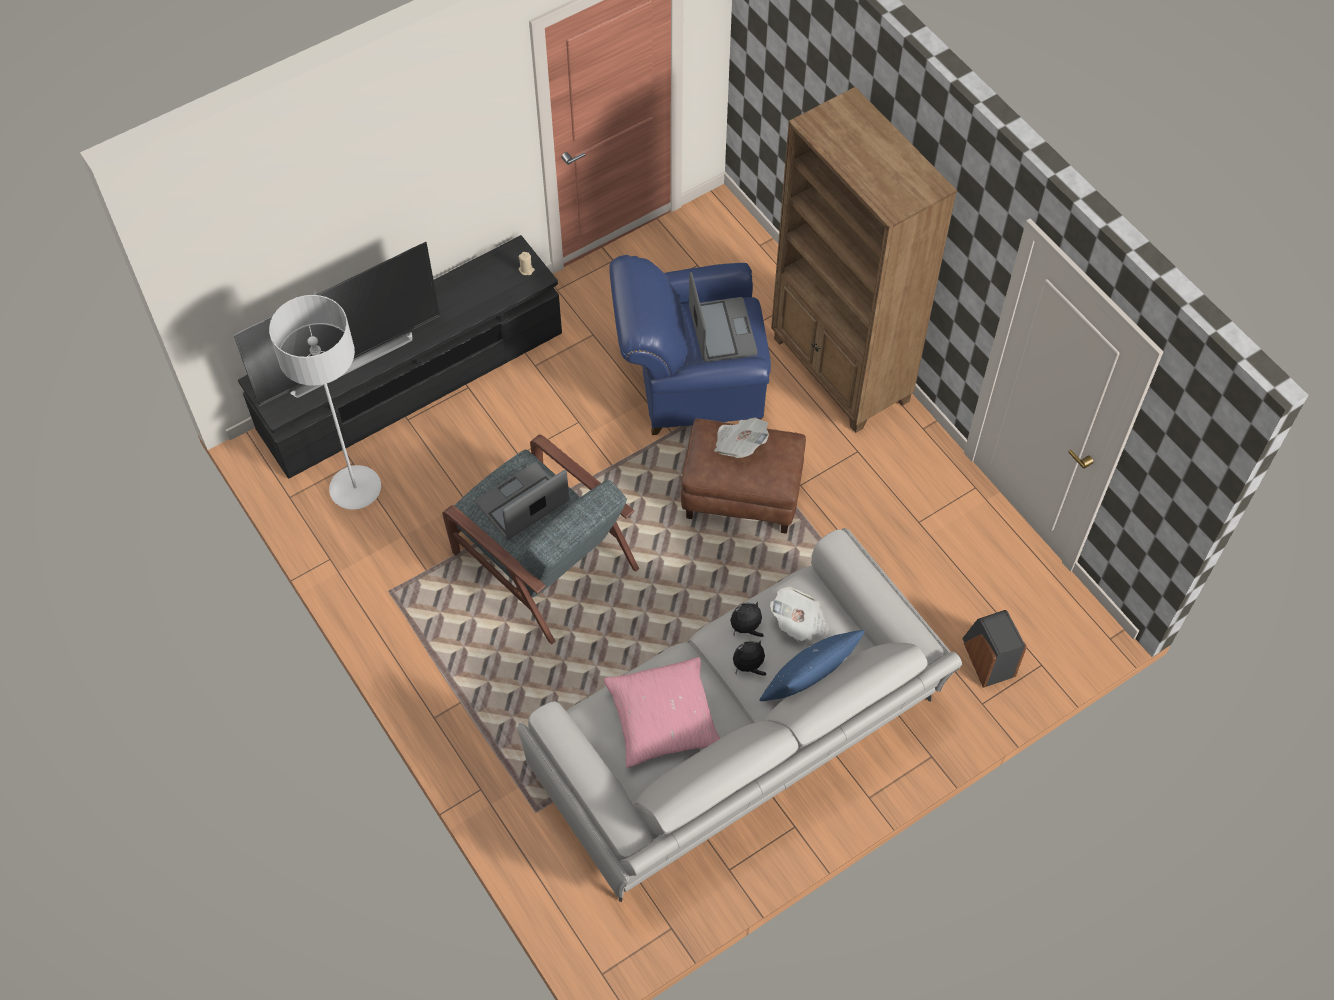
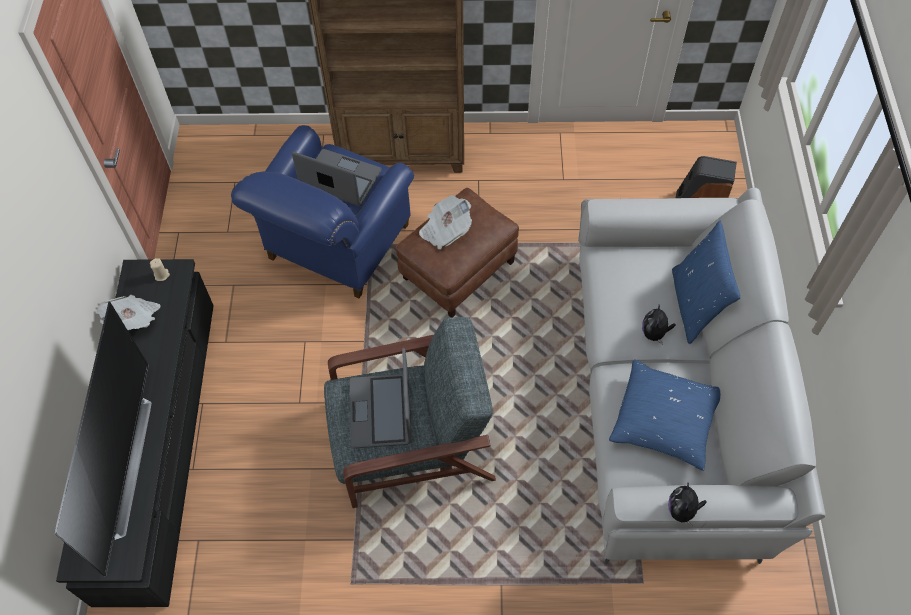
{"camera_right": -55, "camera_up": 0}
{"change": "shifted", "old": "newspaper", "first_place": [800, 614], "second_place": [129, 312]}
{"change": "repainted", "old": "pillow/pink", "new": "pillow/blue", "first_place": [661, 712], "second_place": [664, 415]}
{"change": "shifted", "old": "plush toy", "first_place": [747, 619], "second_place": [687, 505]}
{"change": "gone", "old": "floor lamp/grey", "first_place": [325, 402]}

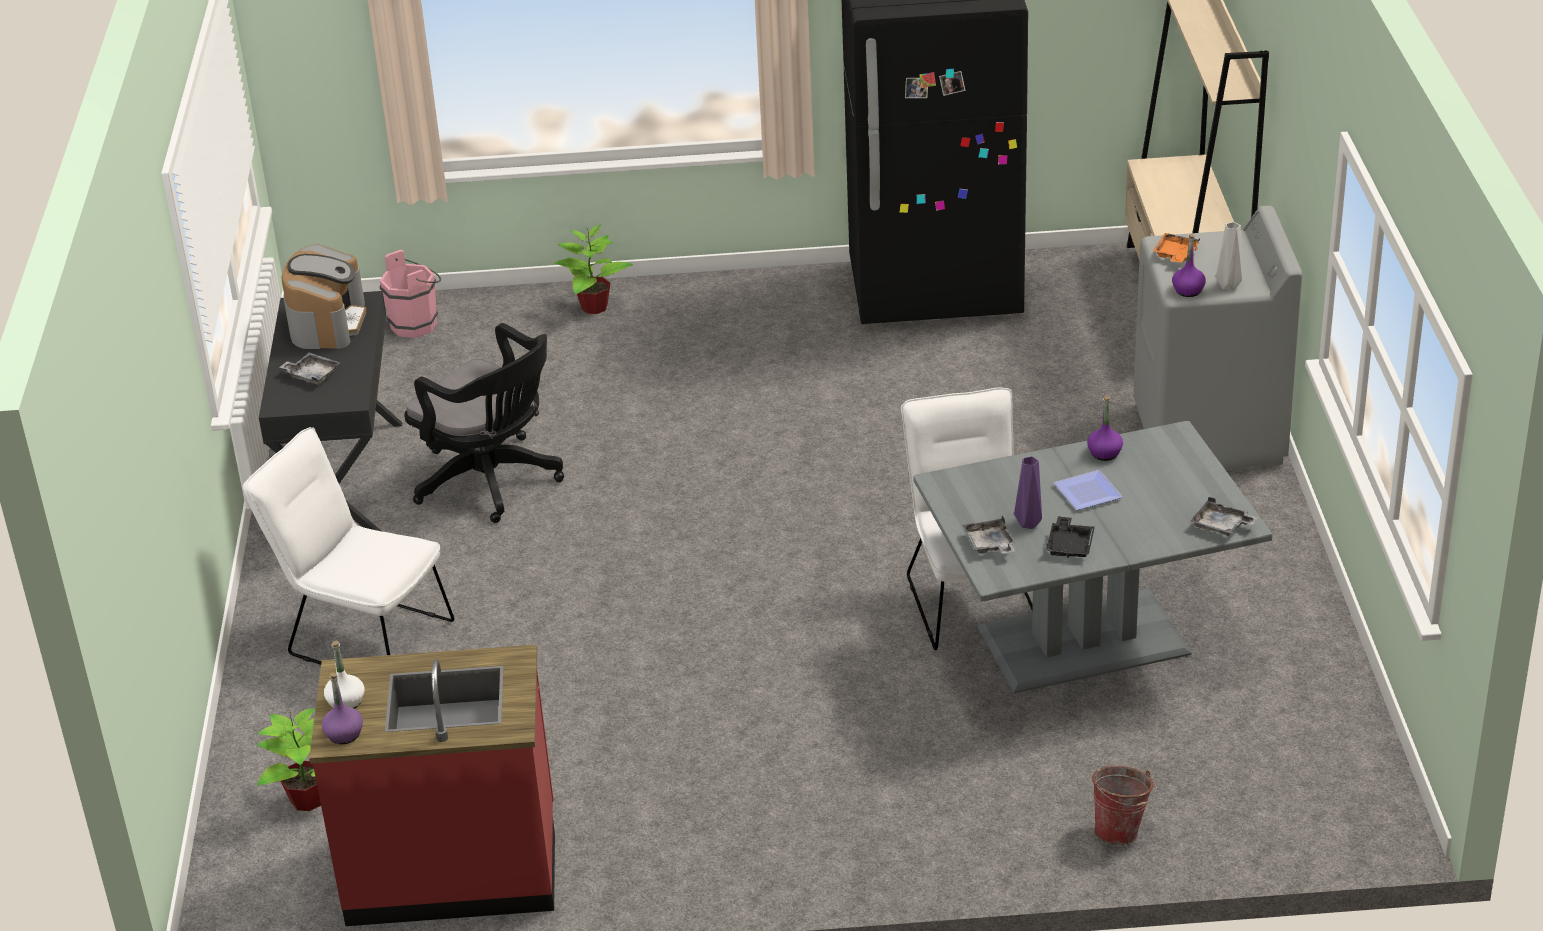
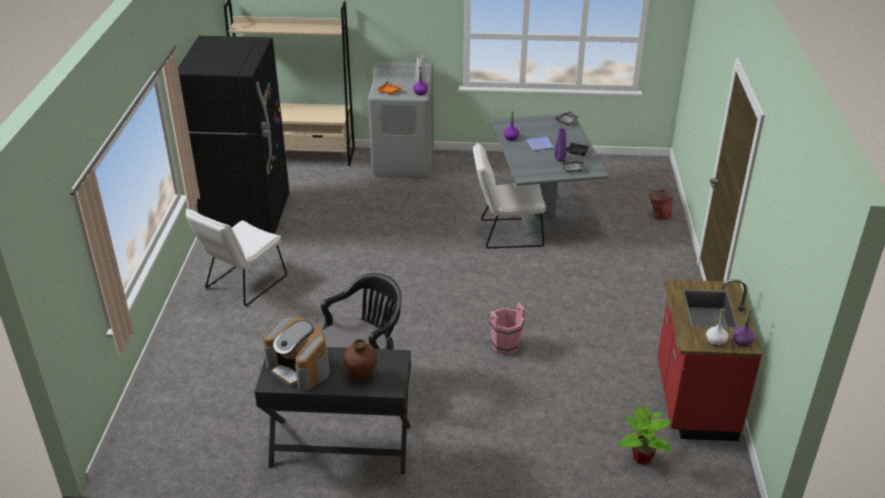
{"camera_right": -85, "camera_up": 0}
{"change": "shifted", "old": "chair/white", "first_place": [348, 546], "second_place": [236, 257]}
{"change": "rotated", "old": "coffee machine", "first_place": [323, 296], "second_place": [296, 353], "degrees": -150}
{"change": "swapped", "old": "tray/grey", "new": "vase/brown", "first_place": [310, 368], "second_place": [360, 359]}
{"change": "shifted", "old": "bucket/pink", "first_place": [410, 294], "second_place": [506, 329]}
{"change": "gone", "old": "potted plant", "first_place": [593, 269]}

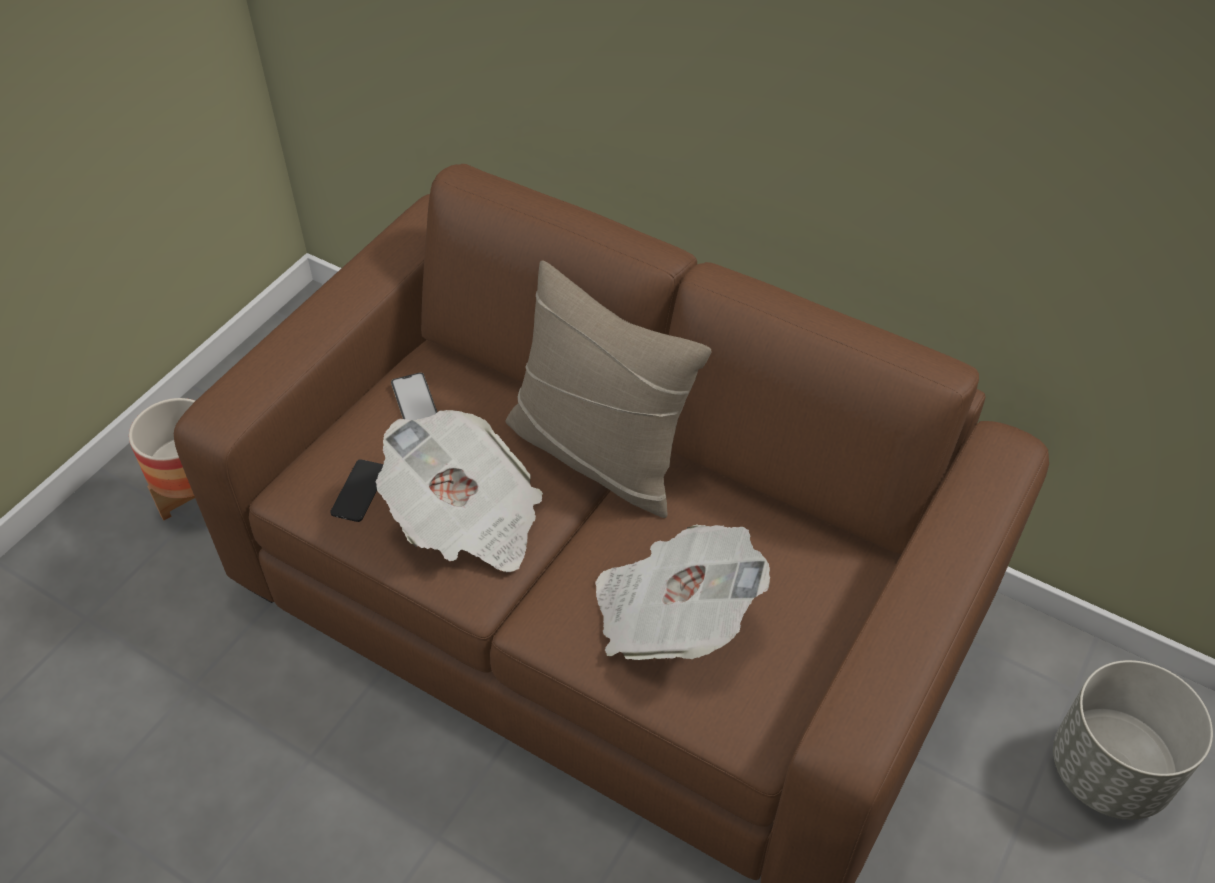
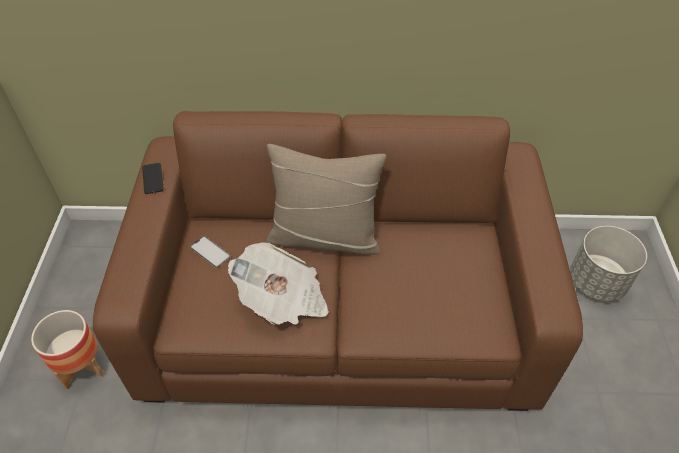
{"camera_right": -30, "camera_up": 0}
{"change": "shifted", "old": "phone", "first_place": [356, 490], "second_place": [153, 178]}
{"change": "gone", "old": "newspaper", "first_place": [682, 592]}

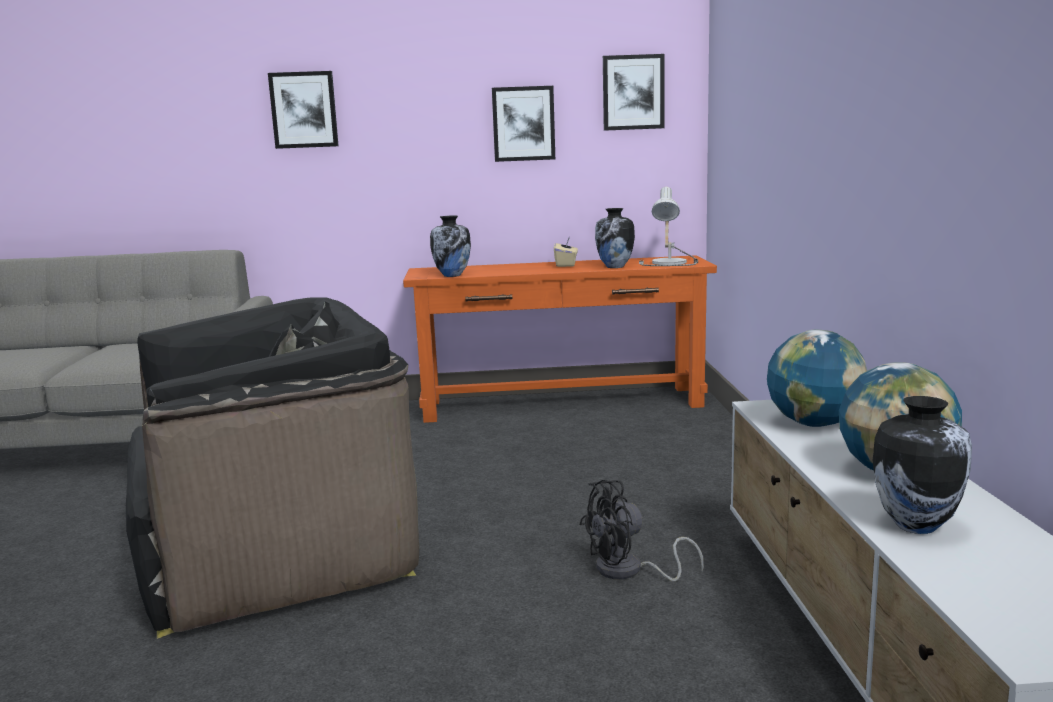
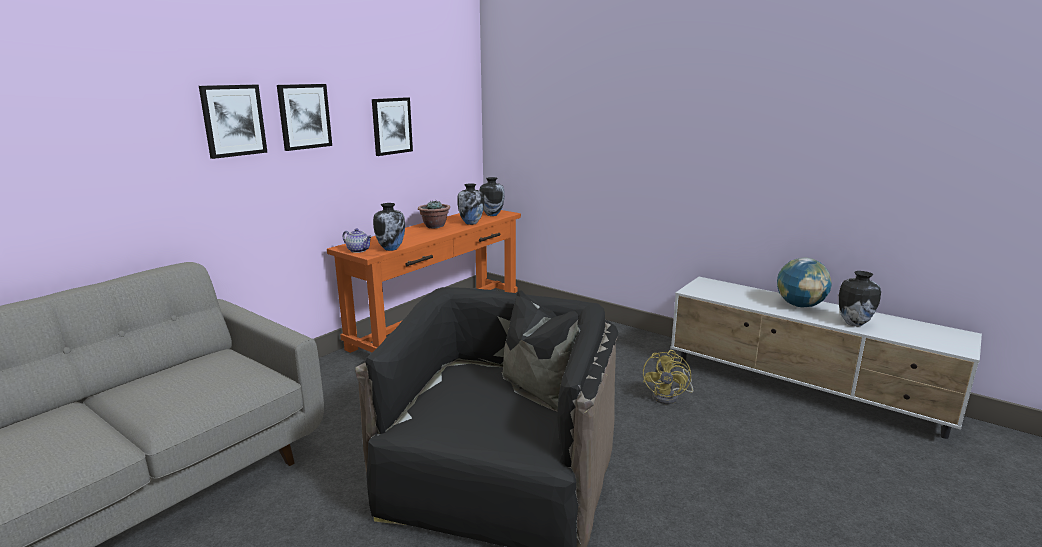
{"camera_right": -50, "camera_up": 5}
{"change": "shifted", "old": "picture", "first_place": [634, 92], "second_place": [304, 117]}
{"change": "new", "new": "teapot", "second_place": [357, 240]}
{"change": "swapped", "old": "tissue box/beige", "new": "potted plant", "first_place": [566, 252], "second_place": [434, 214]}
{"change": "swapped", "old": "table lamp", "new": "vase", "first_place": [668, 226], "second_place": [492, 196]}
{"change": "repainted", "old": "fan/black", "new": "fan/yellow", "first_place": [642, 530], "second_place": [668, 377]}
{"change": "gone", "old": "globe", "first_place": [817, 378]}

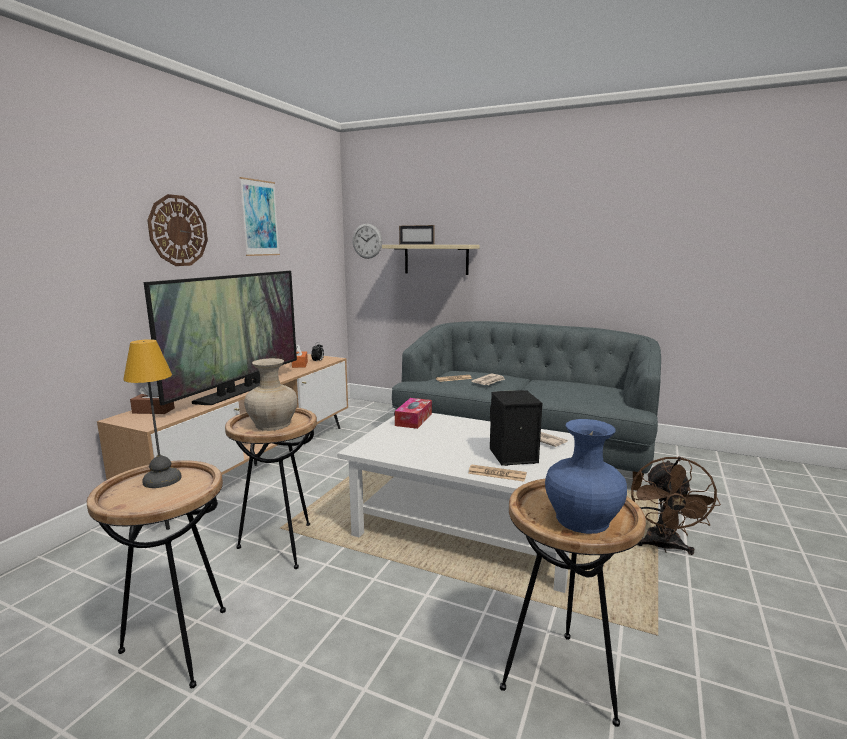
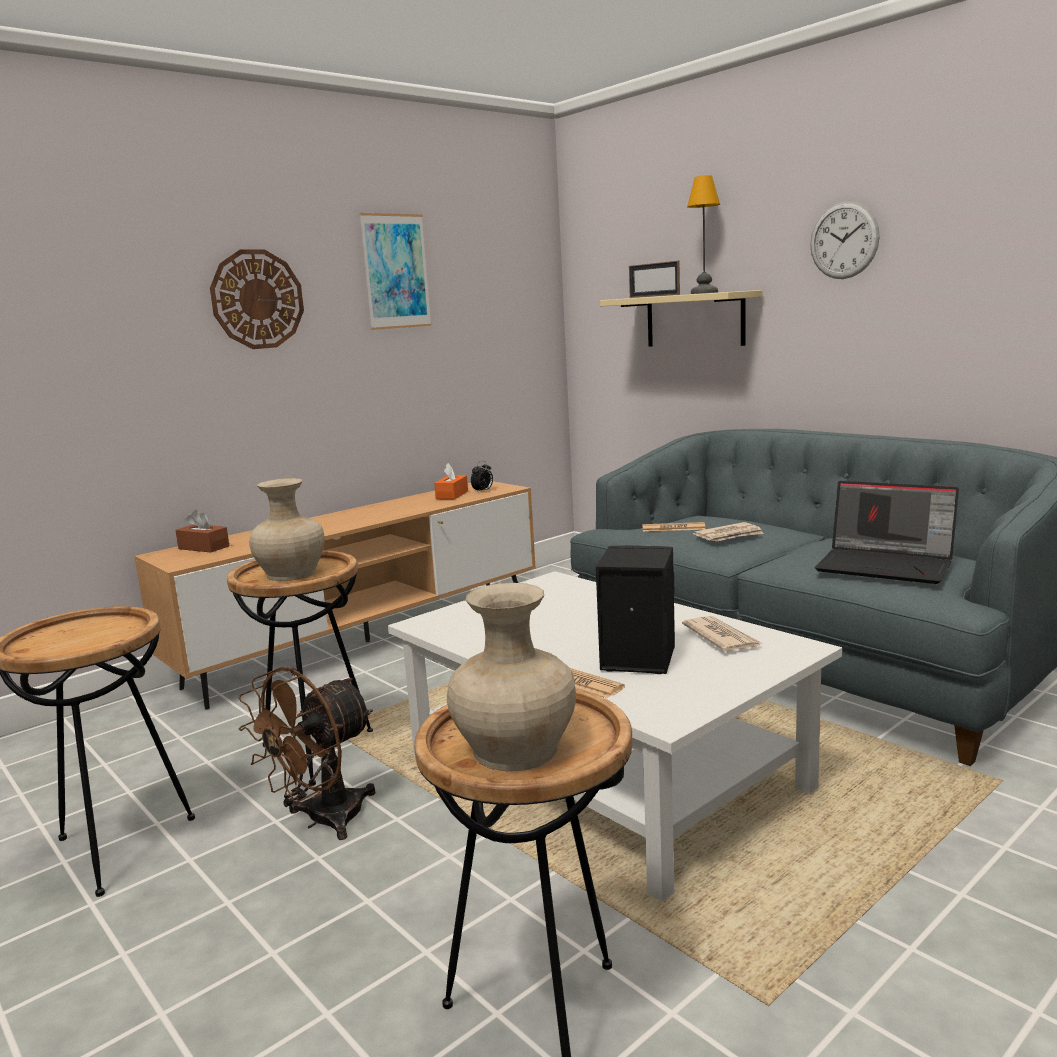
{"camera_right": 25, "camera_up": 0}
{"change": "shifted", "old": "fan/brown", "first_place": [676, 506], "second_place": [307, 753]}
{"change": "repainted", "old": "vase/blue", "new": "vase/beige", "first_place": [586, 476], "second_place": [511, 677]}
{"change": "shifted", "old": "table lamp", "first_place": [152, 413], "second_place": [703, 234]}
{"change": "shifted", "old": "wall clock", "first_place": [367, 241], "second_place": [845, 240]}
{"change": "new", "new": "laptop", "second_place": [887, 532]}
{"change": "gone", "old": "television", "first_place": [220, 338]}
{"change": "gone", "old": "tissue box", "first_place": [413, 413]}

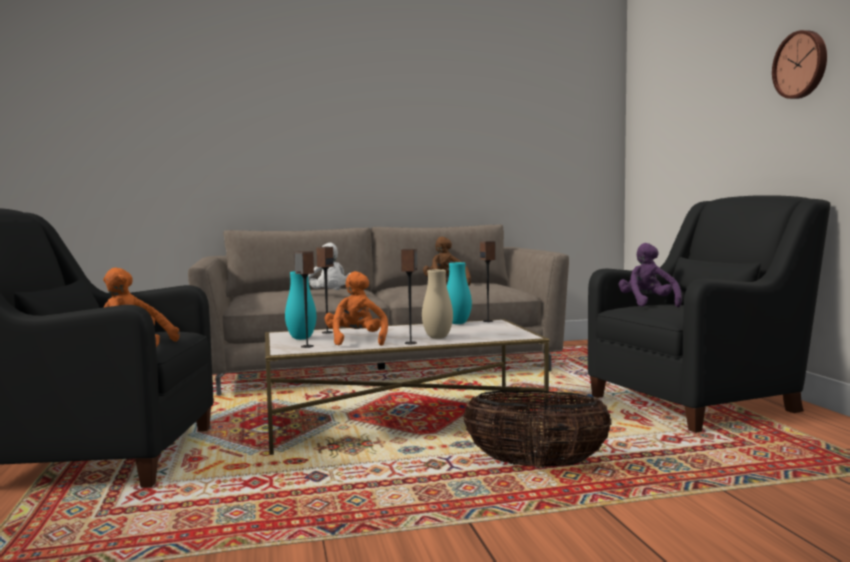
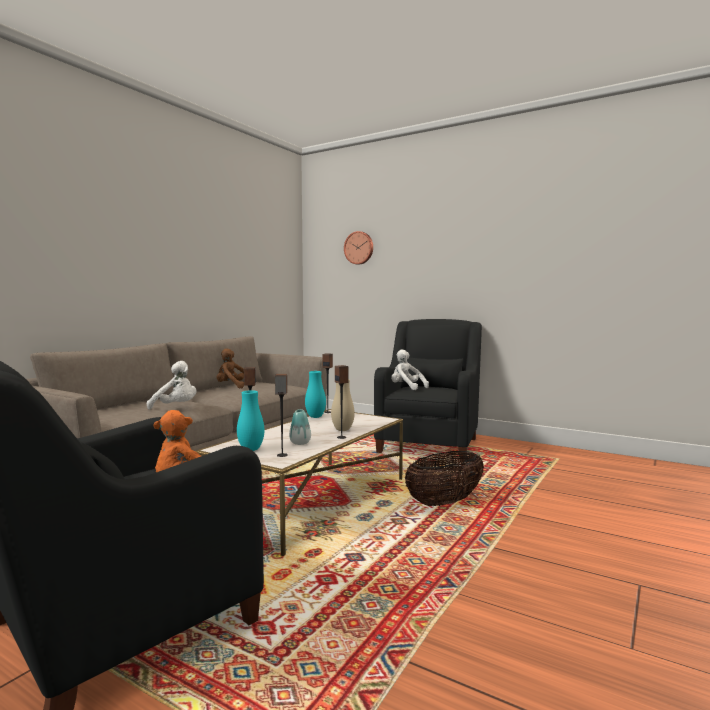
{"camera_right": -45, "camera_up": 0}
{"change": "swapped", "old": "plush toy/orange", "new": "vase", "first_place": [356, 308], "second_place": [300, 427]}
{"change": "shifted", "old": "wall clock", "first_place": [799, 64], "second_place": [358, 248]}
{"change": "repainted", "old": "plush toy/purple", "new": "plush toy/white", "first_place": [650, 275], "second_place": [410, 369]}

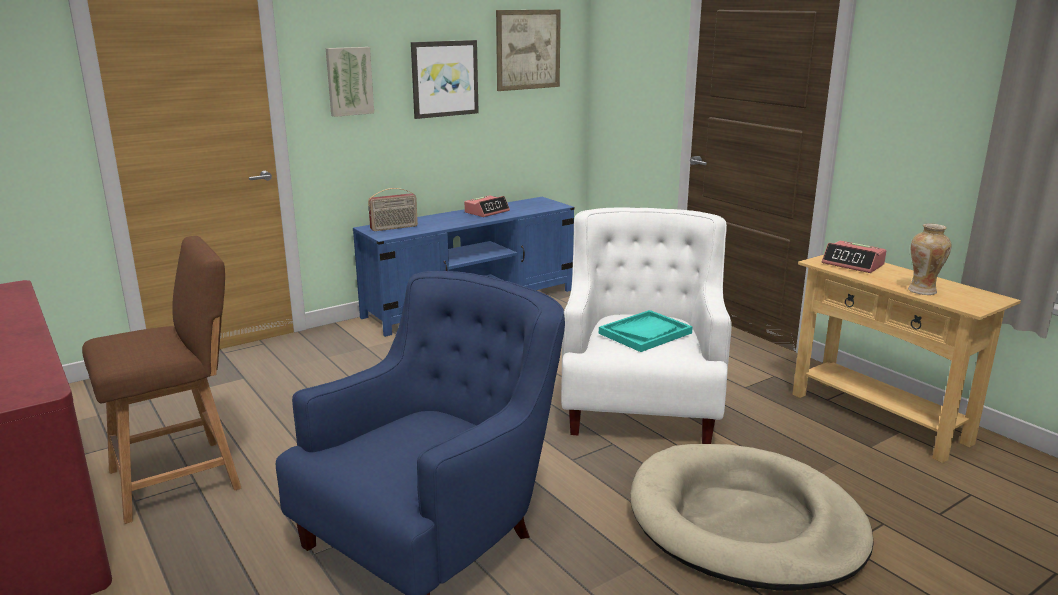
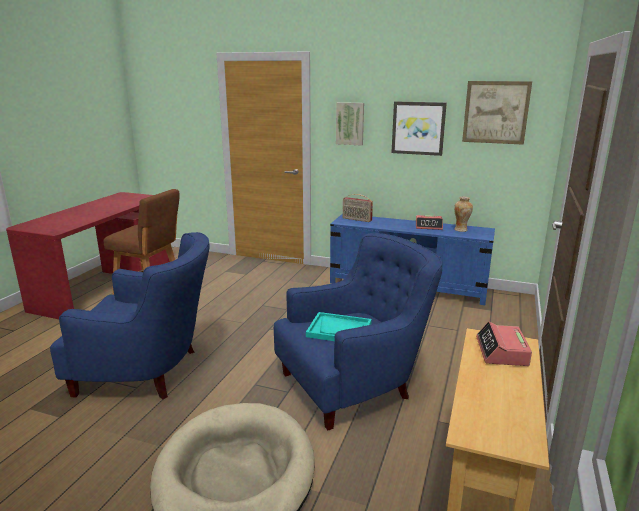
{"camera_right": 55, "camera_up": 0}
{"change": "repainted", "old": "armchair/white", "new": "armchair/blue", "first_place": [646, 326], "second_place": [358, 331]}
{"change": "shifted", "old": "vase", "first_place": [929, 259], "second_place": [463, 214]}

